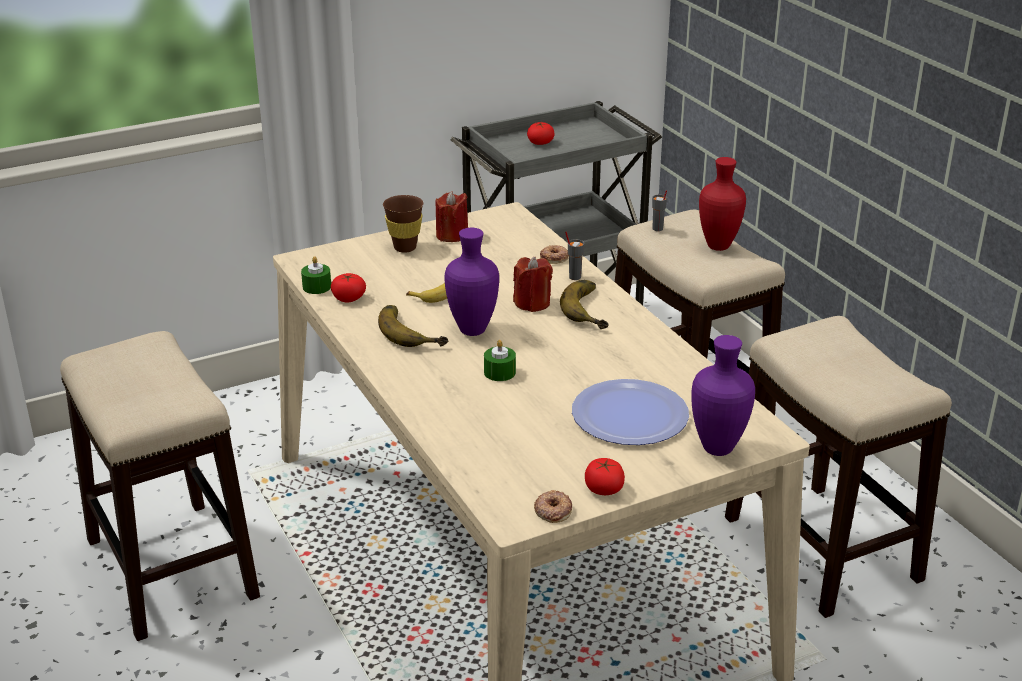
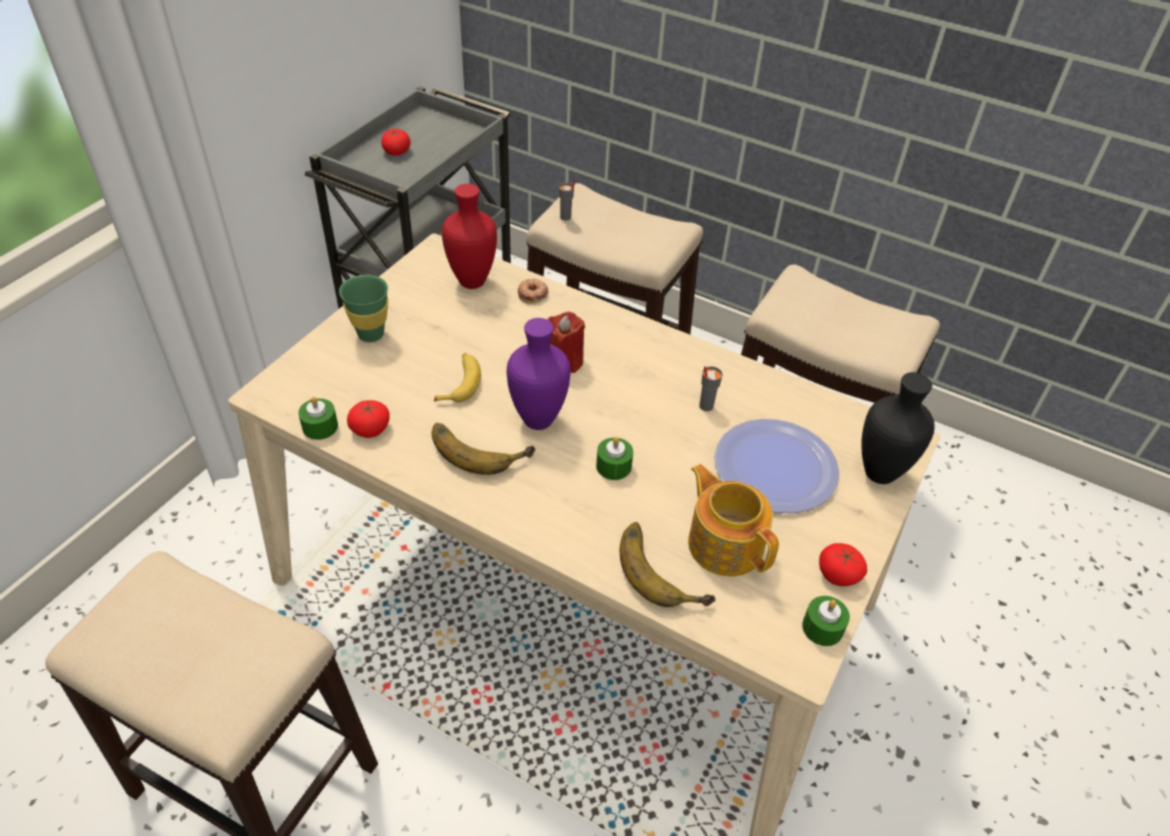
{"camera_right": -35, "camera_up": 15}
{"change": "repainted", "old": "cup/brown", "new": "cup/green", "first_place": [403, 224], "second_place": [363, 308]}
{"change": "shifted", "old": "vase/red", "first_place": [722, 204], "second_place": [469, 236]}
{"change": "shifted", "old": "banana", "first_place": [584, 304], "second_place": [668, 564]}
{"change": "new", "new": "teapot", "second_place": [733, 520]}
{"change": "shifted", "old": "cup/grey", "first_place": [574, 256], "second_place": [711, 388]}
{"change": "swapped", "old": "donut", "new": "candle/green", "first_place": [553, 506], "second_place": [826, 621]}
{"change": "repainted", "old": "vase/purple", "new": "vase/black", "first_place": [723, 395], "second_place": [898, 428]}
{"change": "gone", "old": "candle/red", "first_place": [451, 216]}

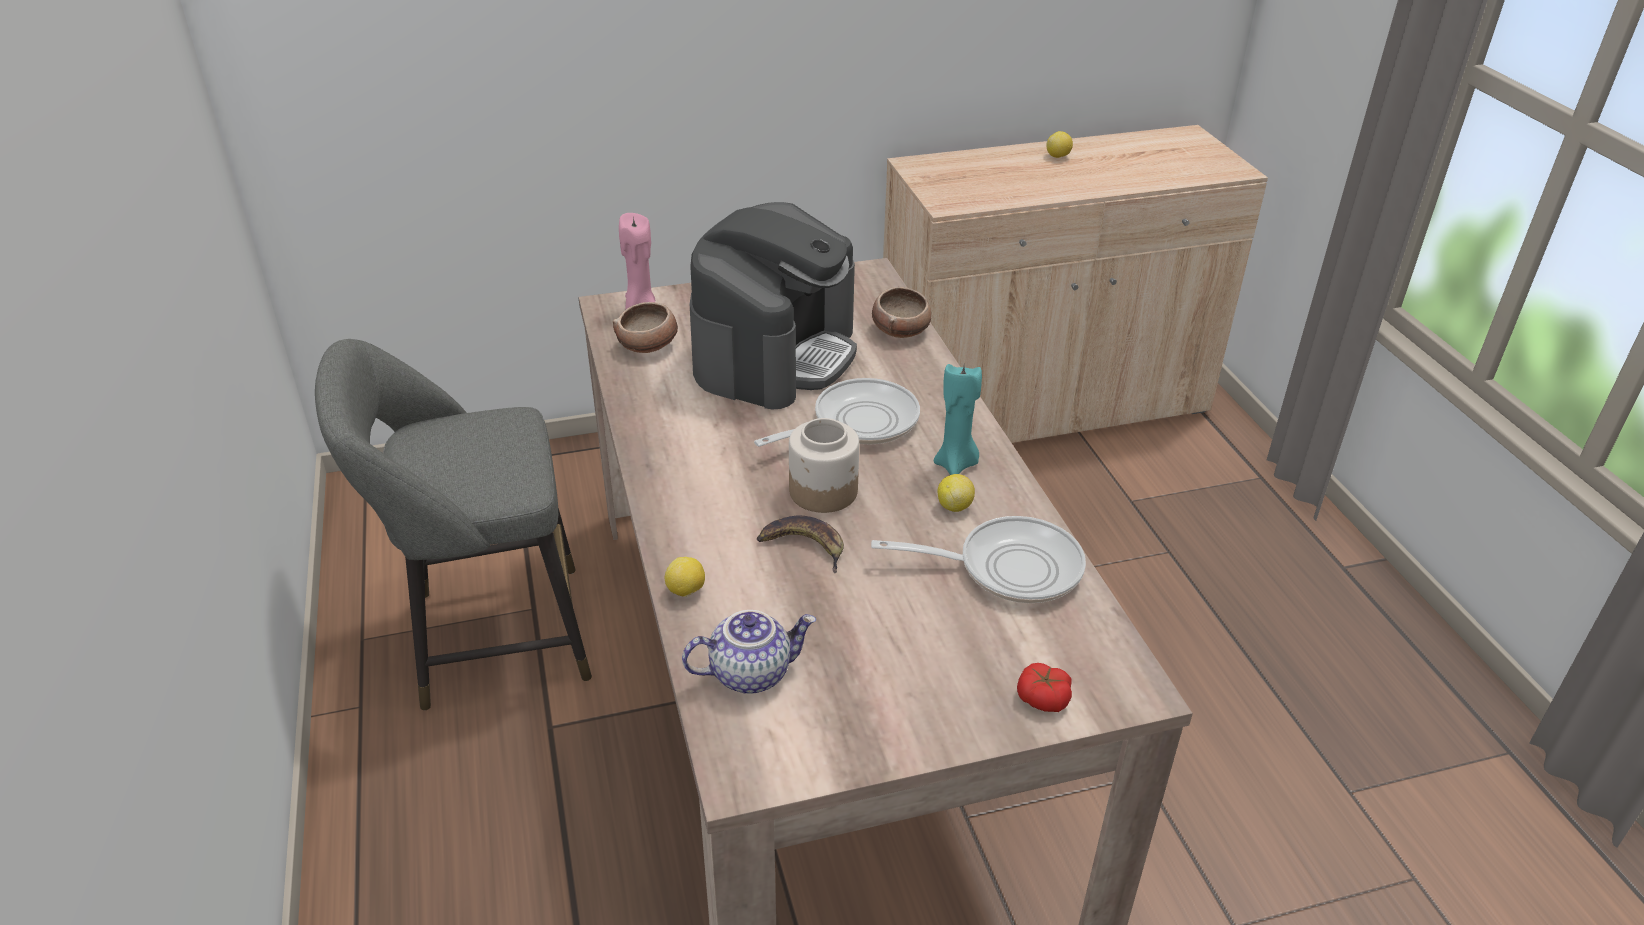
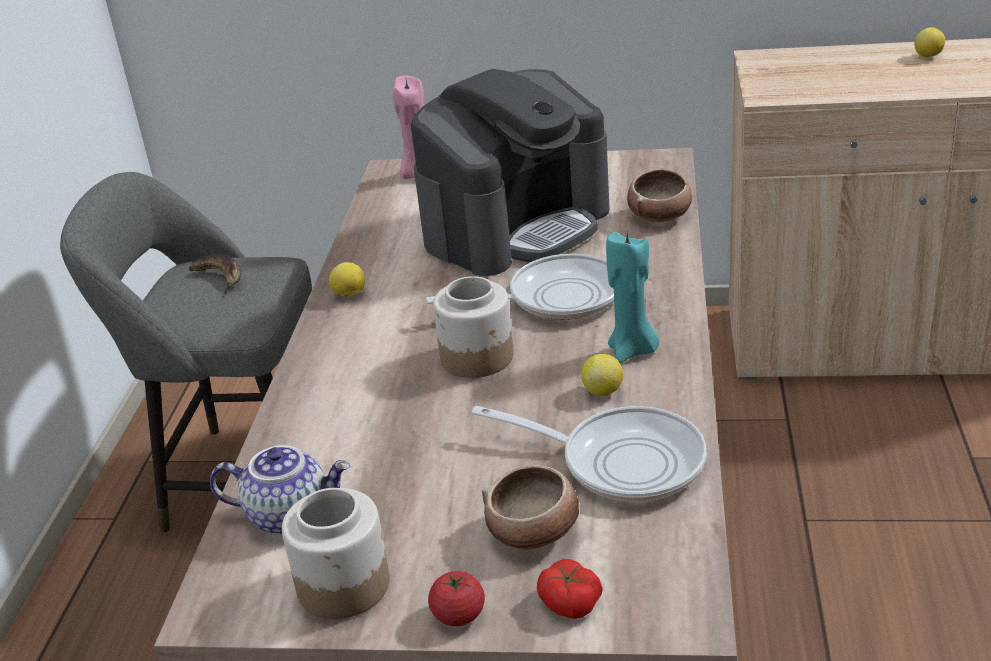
{"camera_right": 25, "camera_up": -5}
{"change": "shifted", "old": "banana", "first_place": [800, 544], "second_place": [215, 275]}
{"change": "new", "new": "jar", "second_place": [336, 553]}
{"change": "shifted", "old": "lemon", "first_place": [685, 577], "second_place": [347, 279]}
{"change": "new", "new": "tomato", "second_place": [456, 598]}
{"change": "shifted", "old": "bowl", "first_place": [645, 327], "second_place": [530, 507]}

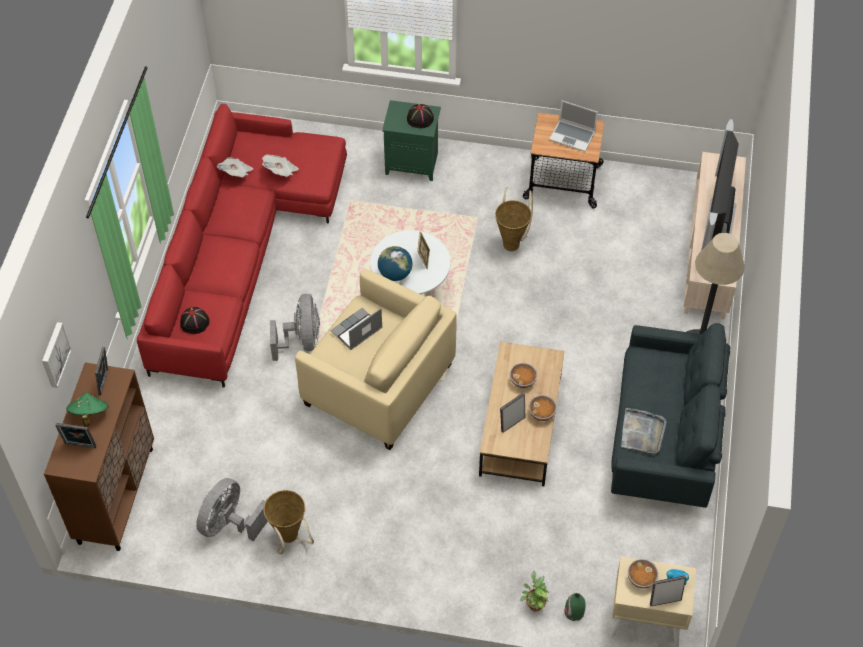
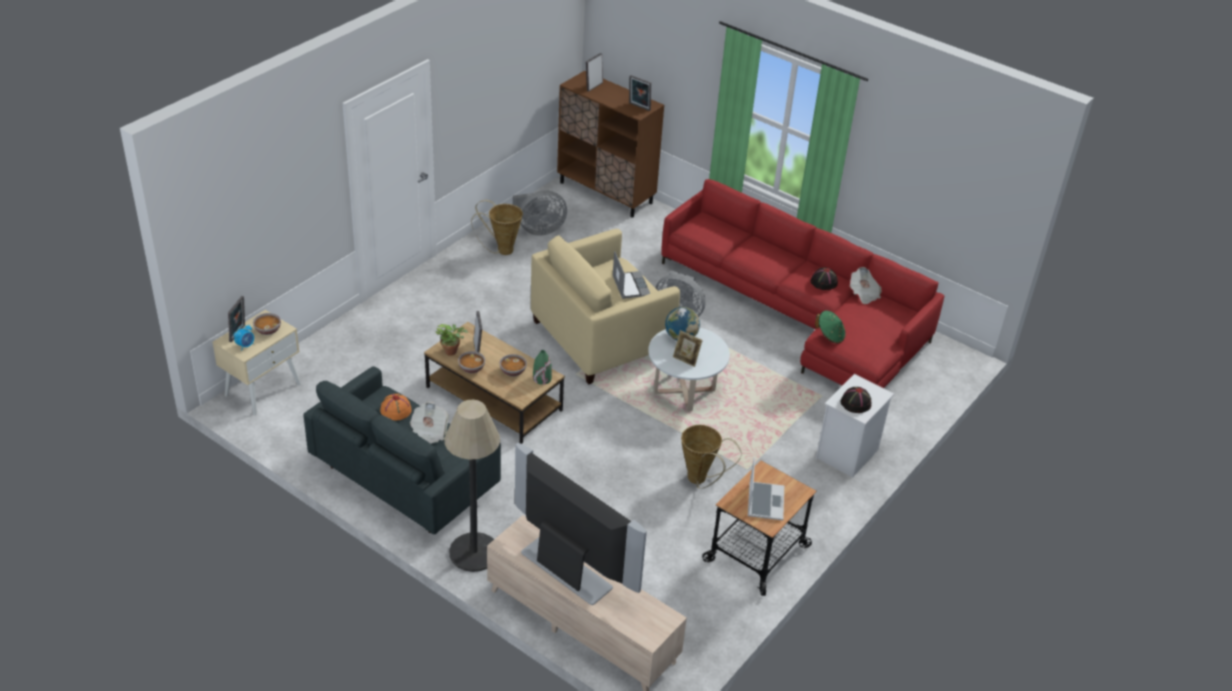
{"camera_right": 115, "camera_up": -15}
{"change": "swapped", "old": "tray/grey", "new": "hat/orange", "first_place": [644, 431], "second_place": [395, 407]}
{"change": "shifted", "old": "newspaper", "first_place": [280, 165], "second_place": [429, 423]}
{"change": "shifted", "old": "potted plant", "first_place": [534, 591], "second_place": [452, 340]}
{"change": "rotated", "old": "fan/grey", "first_place": [232, 509], "second_place": [540, 213], "degrees": 105}
{"change": "shifted", "old": "vase/green", "first_place": [575, 607], "second_place": [542, 367]}
{"change": "rotated", "old": "laptop", "first_place": [573, 126], "second_place": [766, 488], "degrees": 135}
{"change": "shifted", "old": "hat/black", "first_place": [195, 320], "second_place": [824, 278]}
{"change": "shifted", "old": "hat/green", "first_place": [87, 409], "second_place": [830, 327]}
{"change": "repainted", "old": "nightstand/green", "new": "nightstand/white", "first_place": [411, 140], "second_place": [855, 425]}
{"change": "gone", "old": "picture", "first_place": [57, 355]}

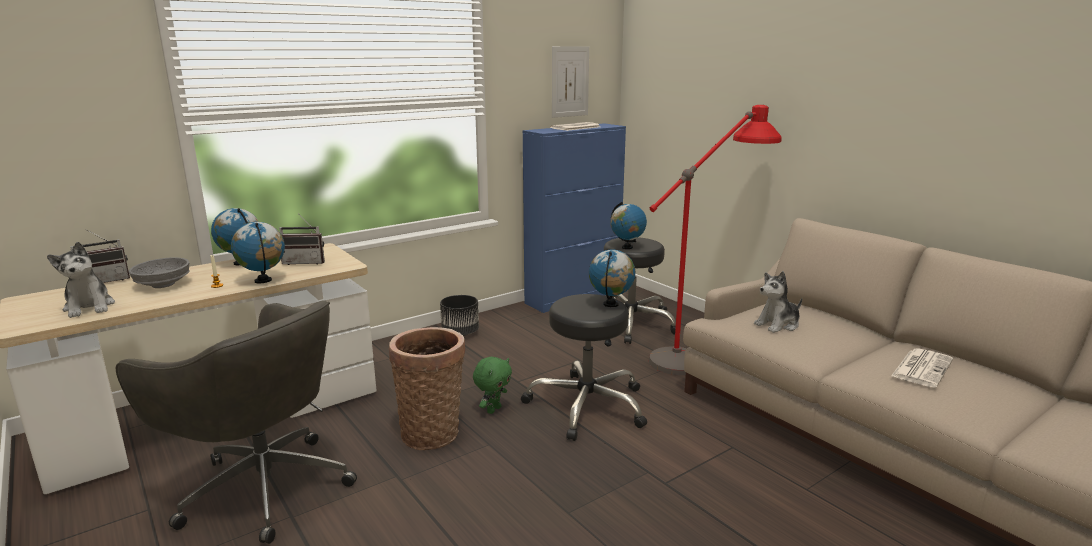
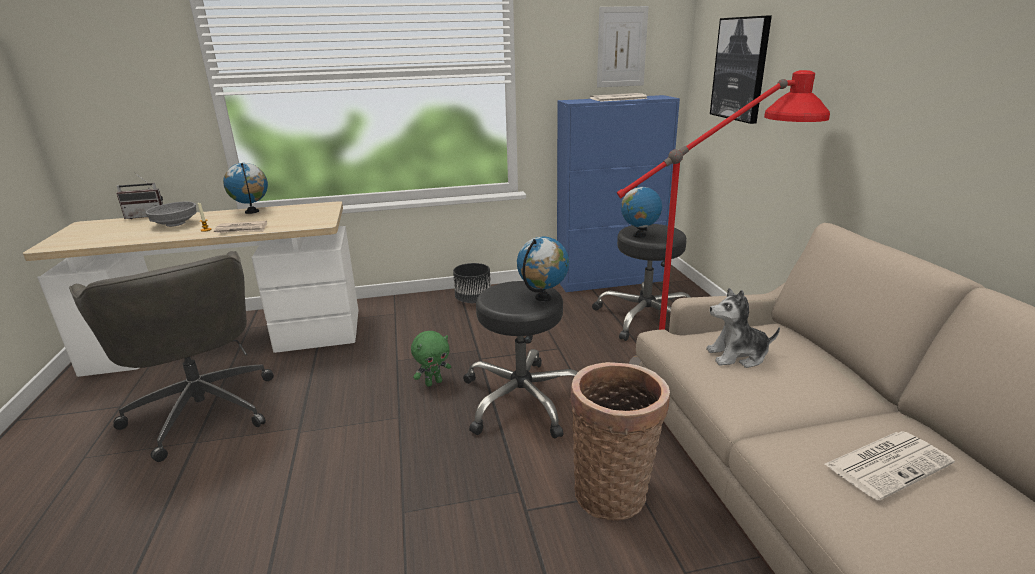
{"camera_right": 25, "camera_up": 5}
{"change": "swapped", "old": "globe", "new": "newspaper", "first_place": [258, 252], "second_place": [240, 227]}
{"change": "shifted", "old": "basket", "first_place": [427, 388], "second_place": [620, 441]}
{"change": "new", "new": "picture", "second_place": [741, 69]}
{"change": "gone", "old": "plush toy", "first_place": [81, 280]}
{"change": "gone", "old": "radio", "first_place": [302, 239]}

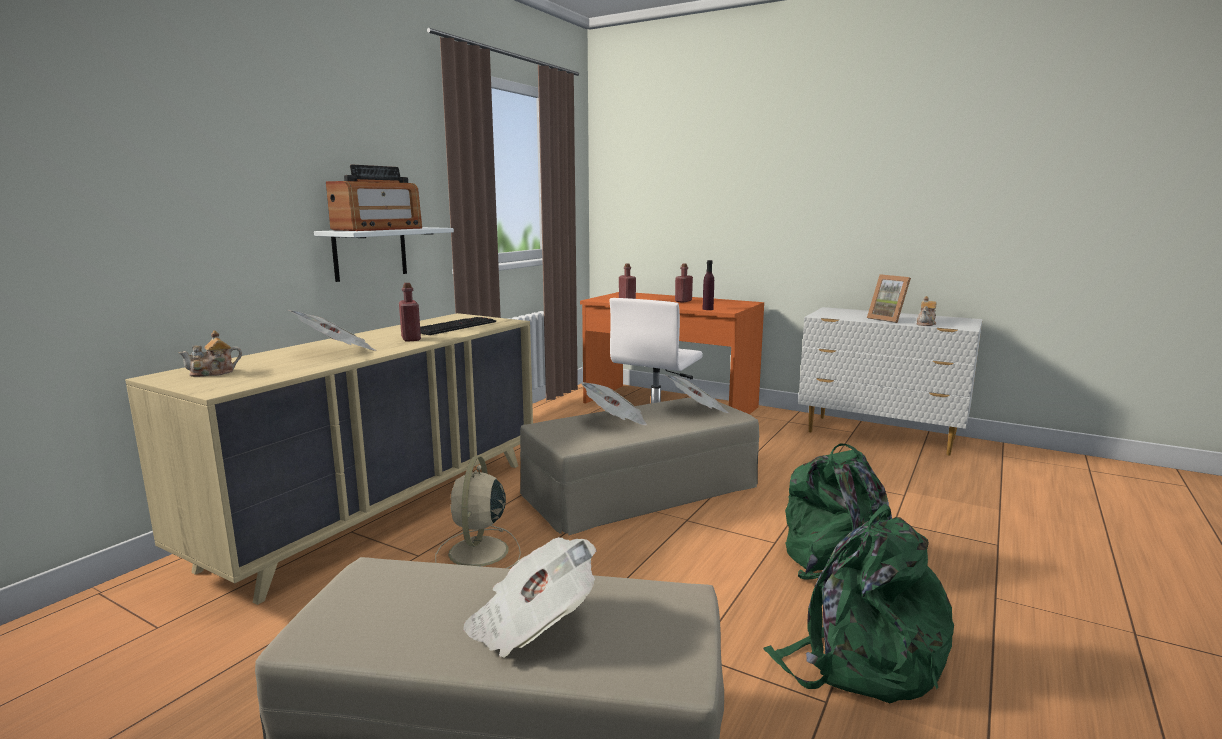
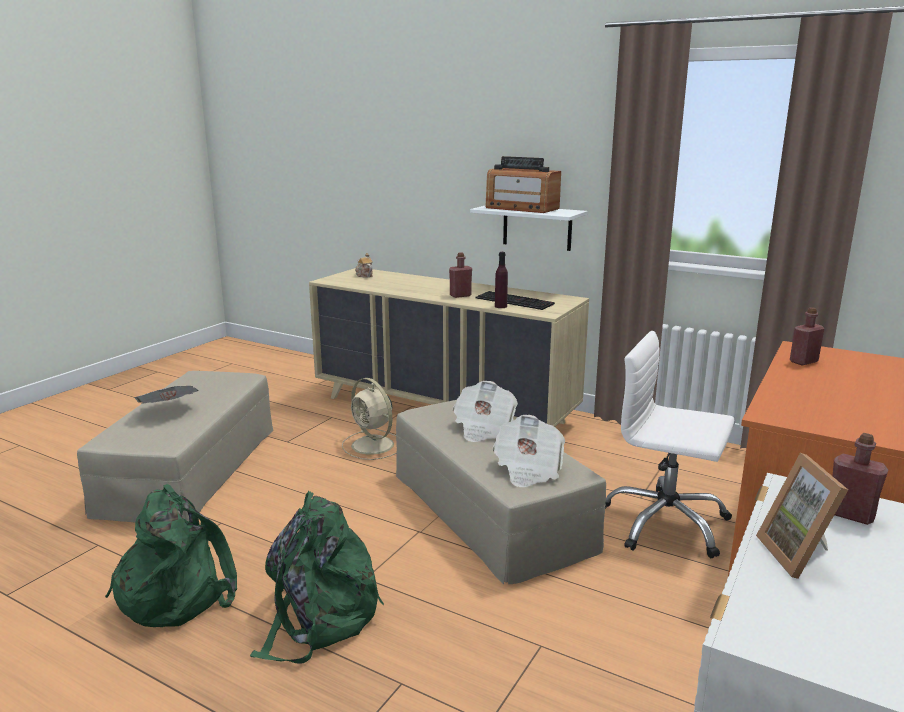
{"camera_right": 90, "camera_up": 5}
{"change": "rotated", "old": "fan/beige", "first_place": [478, 512], "second_place": [369, 419], "degrees": -135}
{"change": "shifted", "old": "bottle/purple", "first_place": [708, 285], "second_place": [501, 280]}
{"change": "rotated", "old": "picture frame", "first_place": [889, 298], "second_place": [802, 516], "degrees": -60}
{"change": "shifted", "old": "bottle/red", "first_place": [684, 283], "second_place": [860, 479]}
{"change": "gone", "old": "newspaper", "first_place": [332, 330]}
{"change": "gone", "old": "teapot", "first_place": [926, 311]}

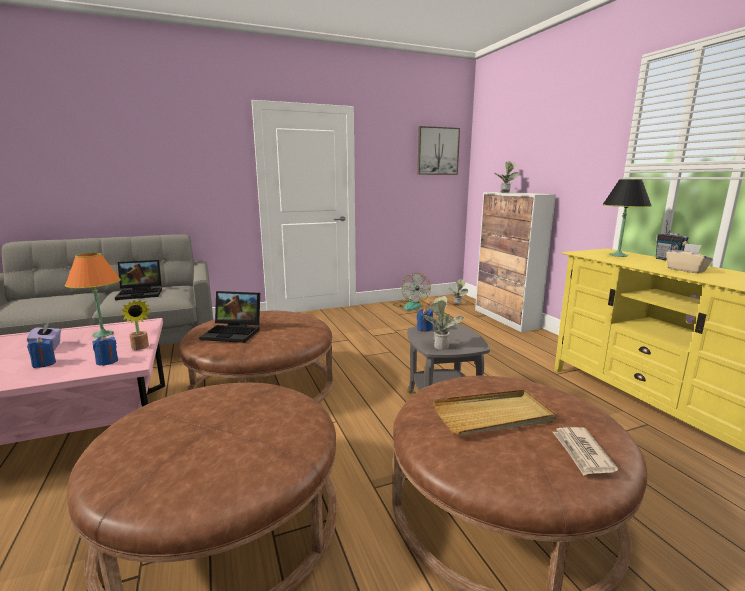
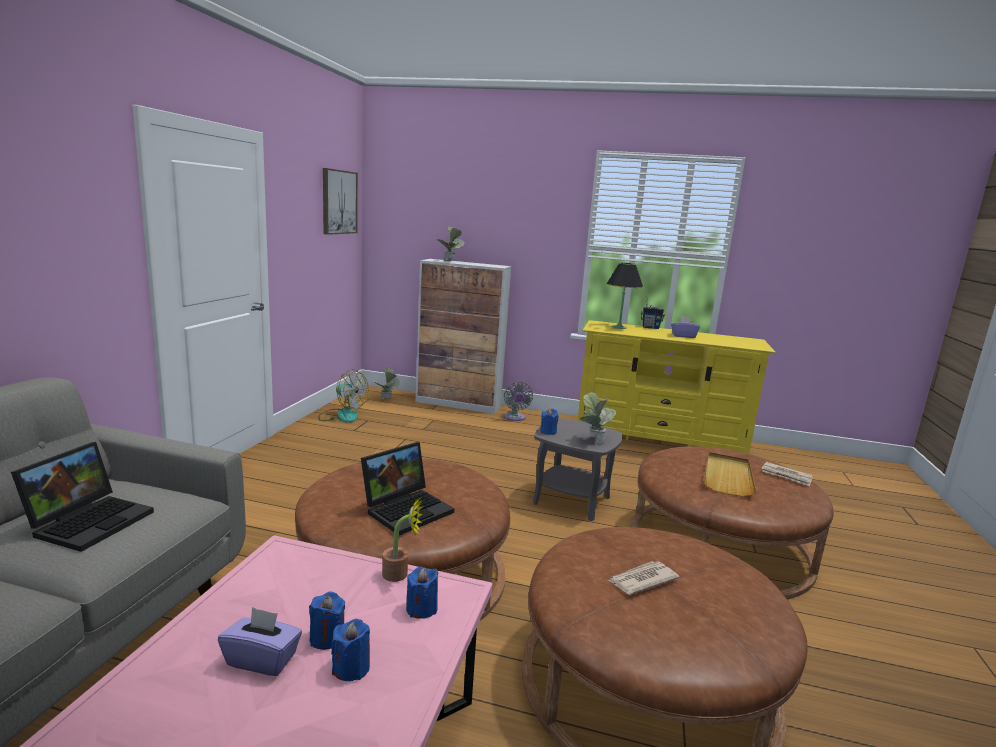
{"camera_right": -55, "camera_up": 0}
{"change": "new", "new": "candle/blue", "second_place": [327, 620]}
{"change": "new", "new": "fan/grey", "second_place": [518, 401]}
{"change": "new", "new": "newspaper", "second_place": [644, 578]}
{"change": "repainted", "old": "tissue box/beige", "new": "tissue box/purple", "first_place": [689, 258], "second_place": [685, 327]}
{"change": "gone", "old": "table lamp/orange", "first_place": [93, 295]}

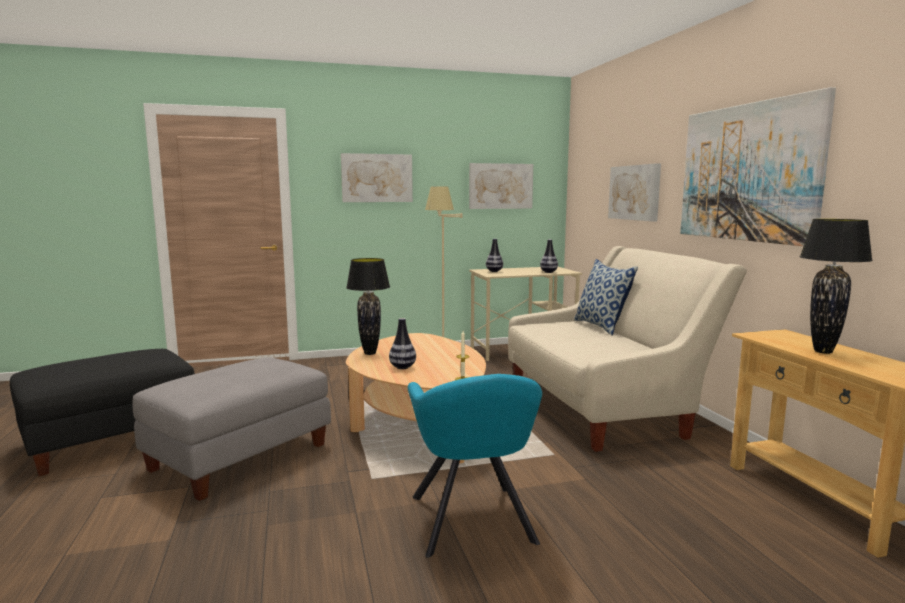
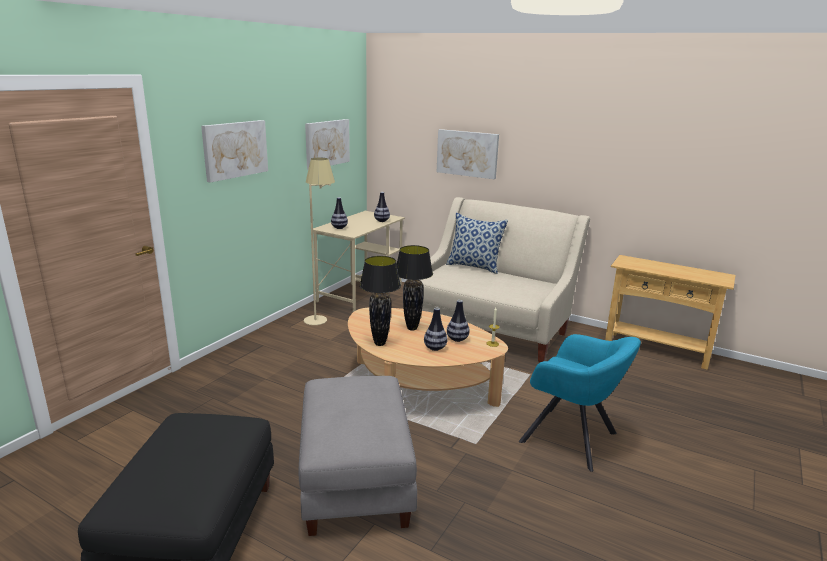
{"camera_right": -45, "camera_up": 10}
{"change": "shifted", "old": "table lamp/black", "first_place": [836, 286], "second_place": [415, 288]}
{"change": "new", "new": "vase", "second_place": [458, 321]}
{"change": "gone", "old": "picture", "first_place": [758, 166]}

